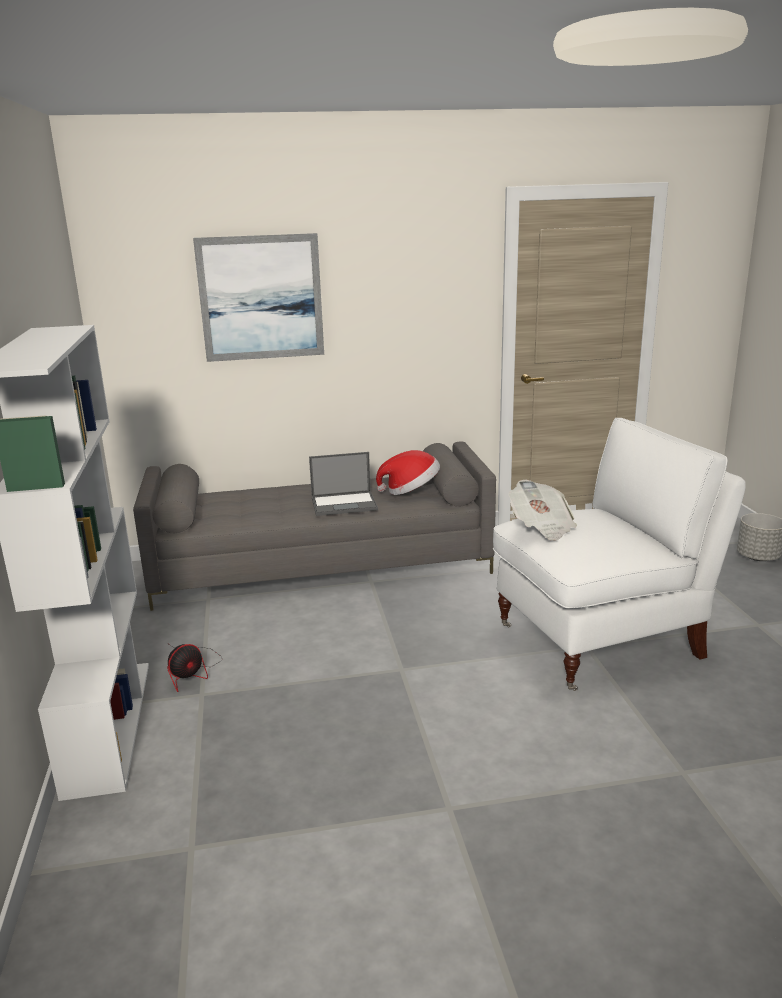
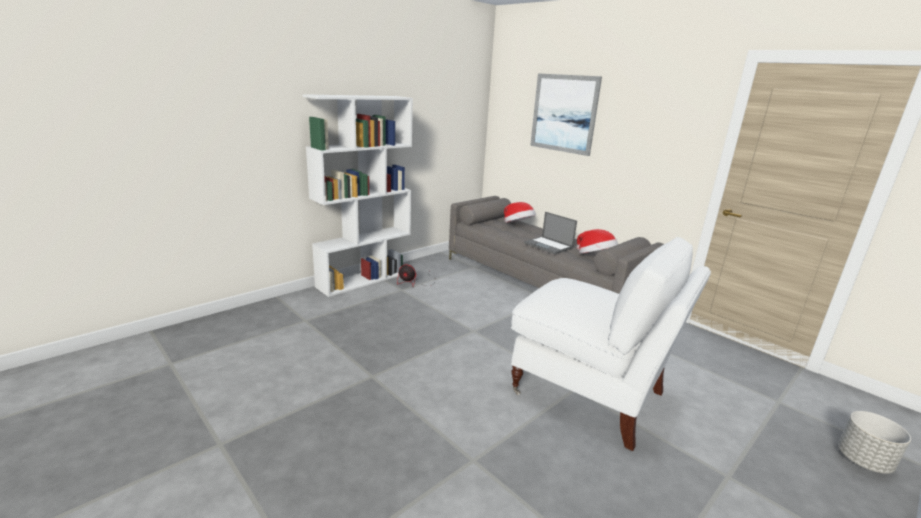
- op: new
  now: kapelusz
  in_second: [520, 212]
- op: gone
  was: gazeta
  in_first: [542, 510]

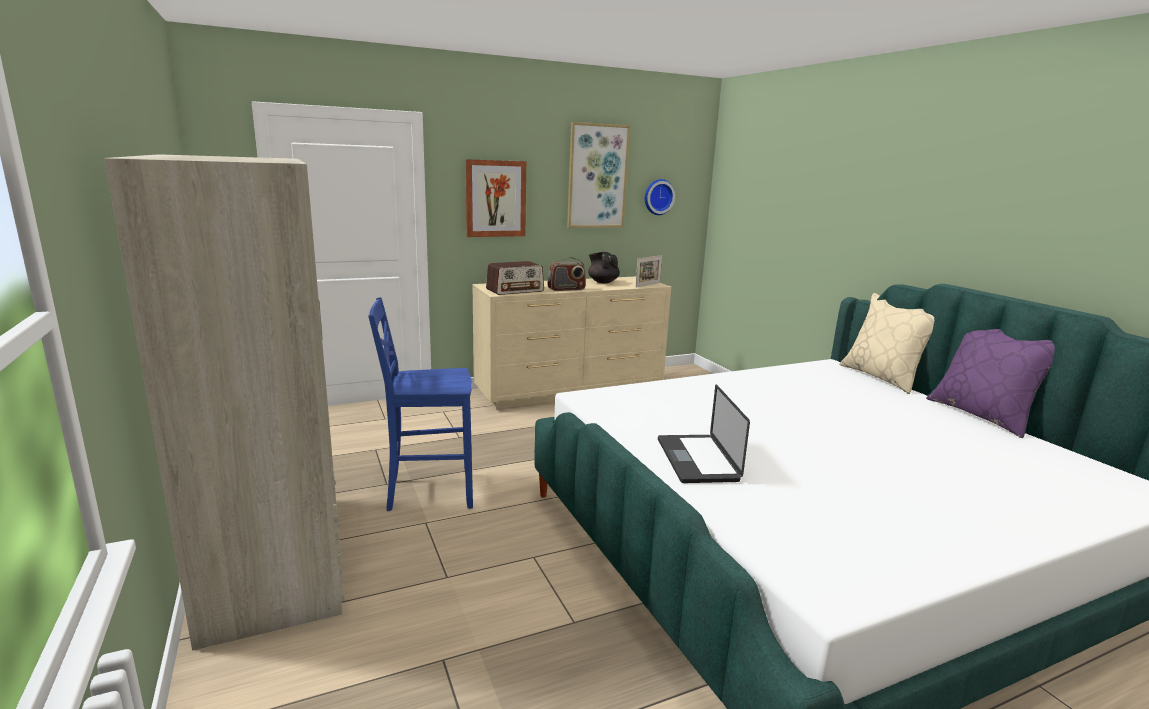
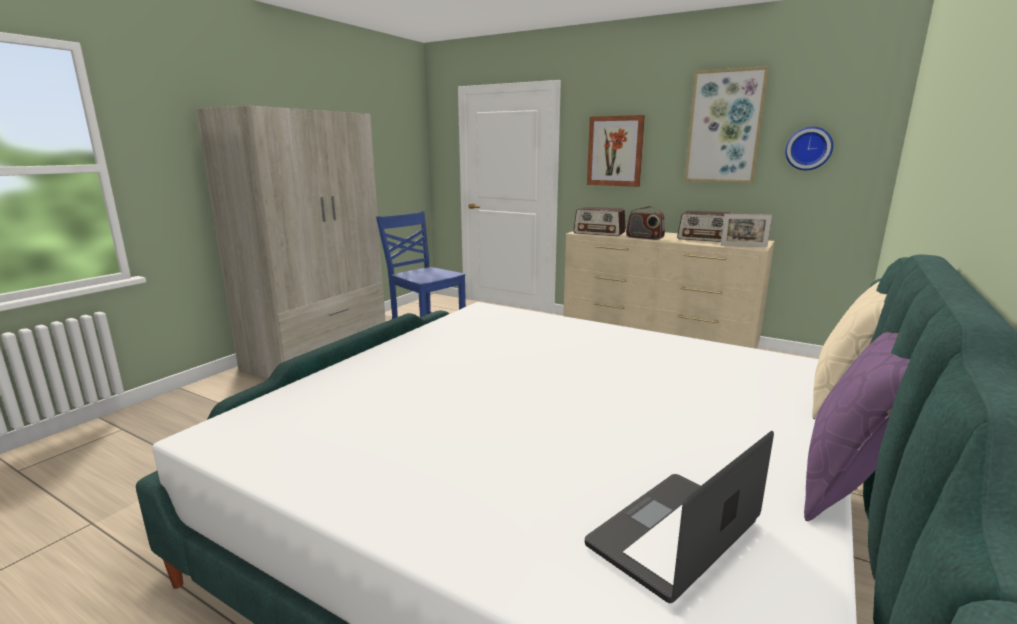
- op: shifted
  was: laptop
  in_first: [704, 433]
  in_second: [679, 517]
- op: swapped
  was: imbryk/czarny
  now: radio
  in_first: [604, 267]
  in_second: [704, 226]

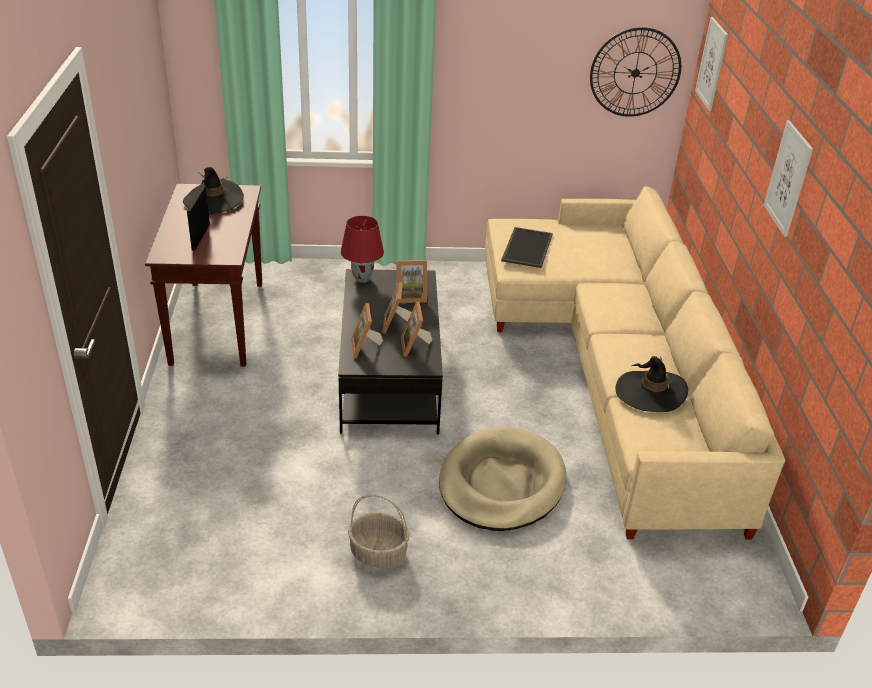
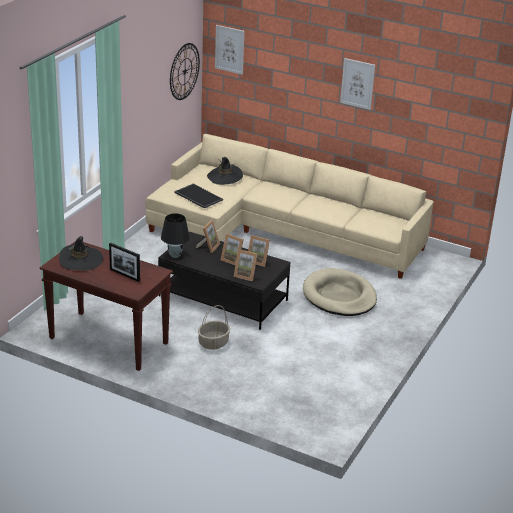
- op: repainted
  was: lampa stołowa/czerwony
  now: lampa stołowa/czarny
  in_first: [362, 249]
  in_second: [175, 235]
- op: shifted
  was: koszyk
  in_first: [379, 531]
  in_second: [214, 327]
- op: shifted
  was: kapelusz/czarny
  in_first: [652, 384]
  in_second: [225, 171]

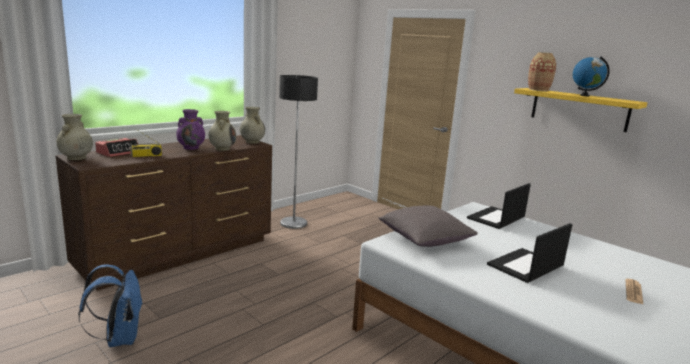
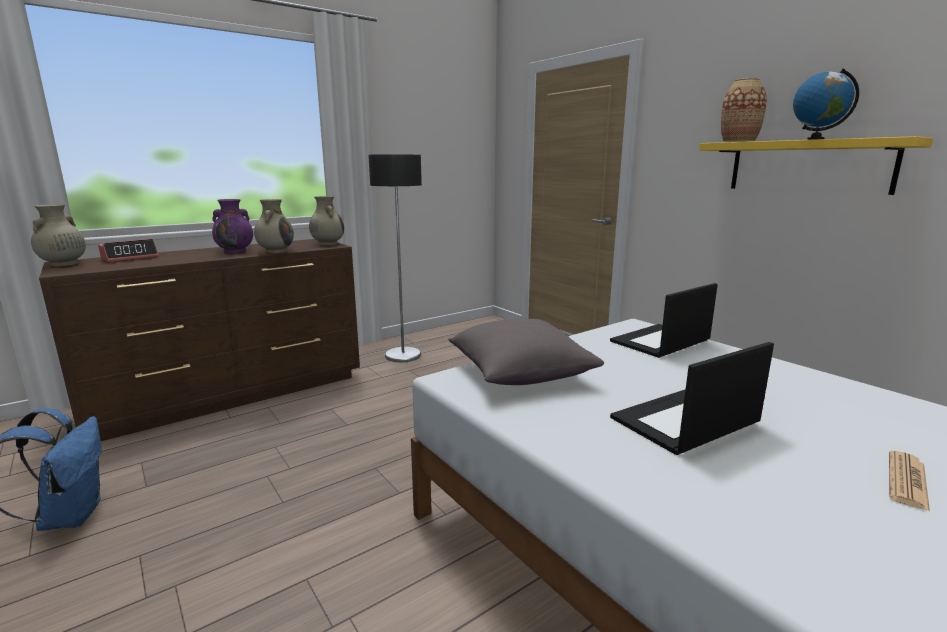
- op: gone
  was: radio
  in_first: [146, 143]

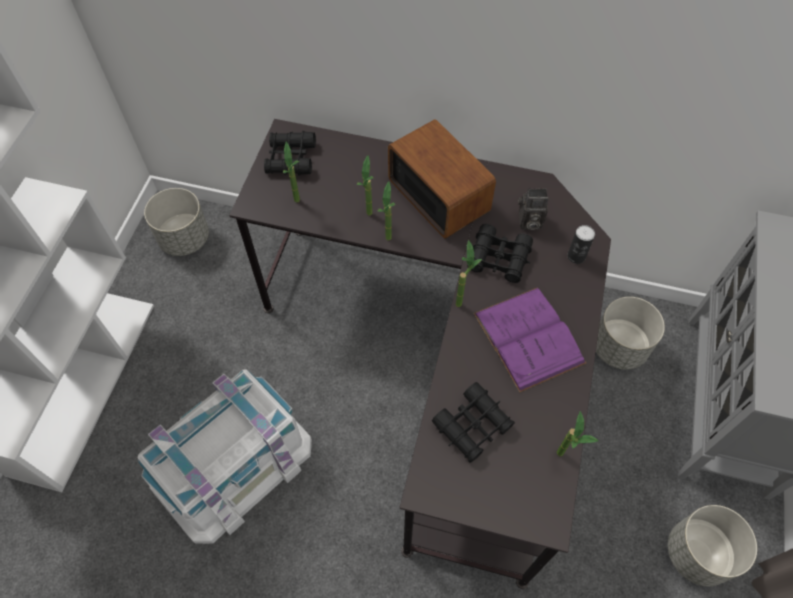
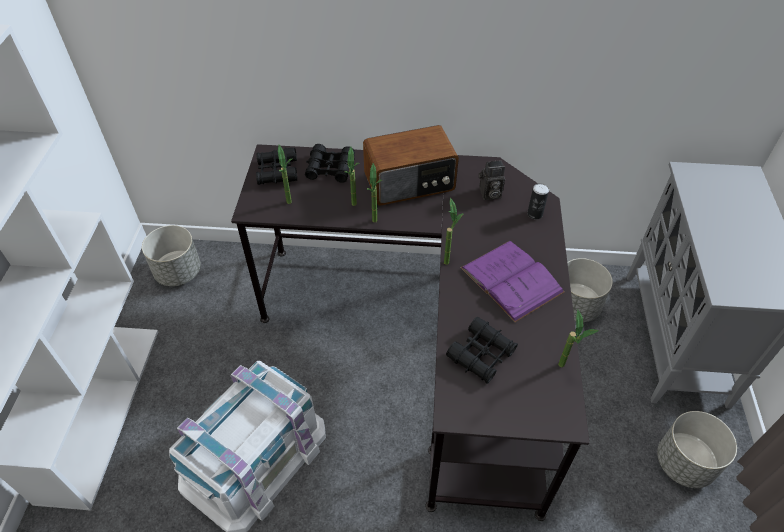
- op: shifted
  was: lornetka/czarny
  in_first: [500, 253]
  in_second: [330, 163]
- op: rotated
  was: radio
  in_first: [442, 179]
  in_second: [411, 165]
  clockwise: 120

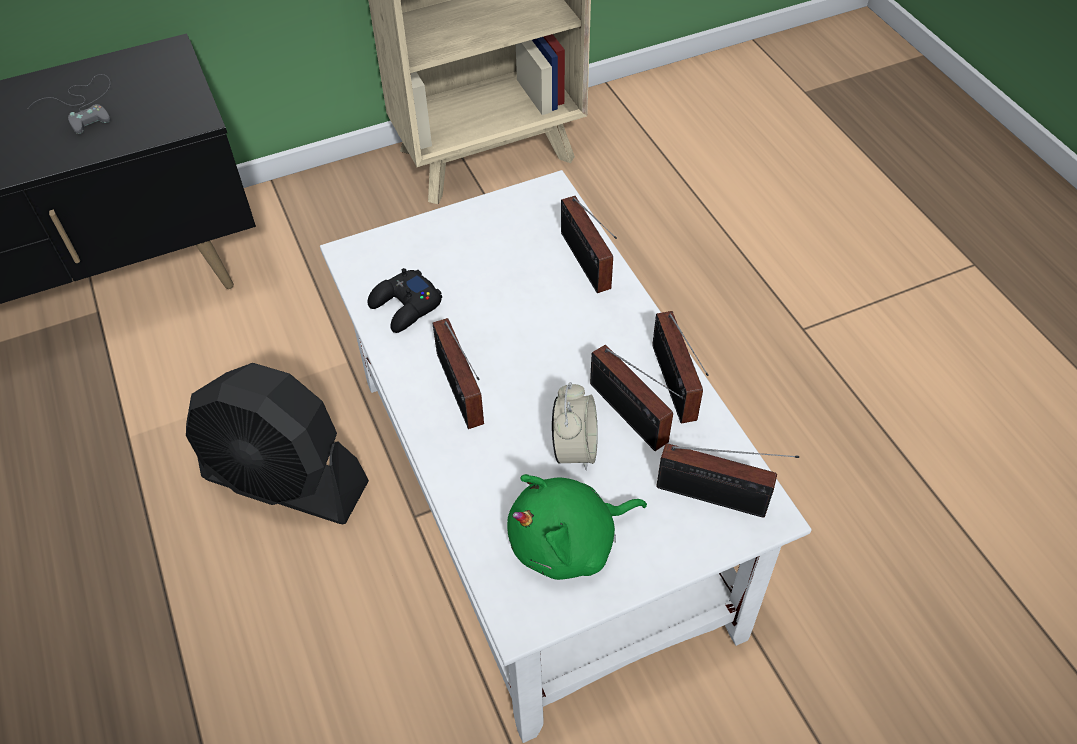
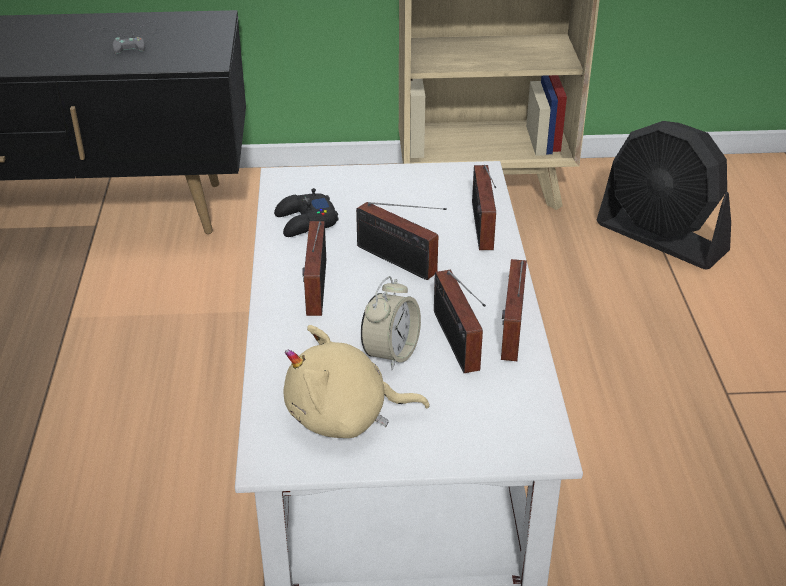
- op: repainted
  was: pluszak/zielony
  now: pluszak/beżowy
  in_first: [577, 527]
  in_second: [356, 381]
- op: shifted
  was: radio
  in_first: [728, 480]
  in_second: [401, 241]
- op: shifted
  was: wentylator/czarny
  in_first: [277, 443]
  in_second: [663, 195]

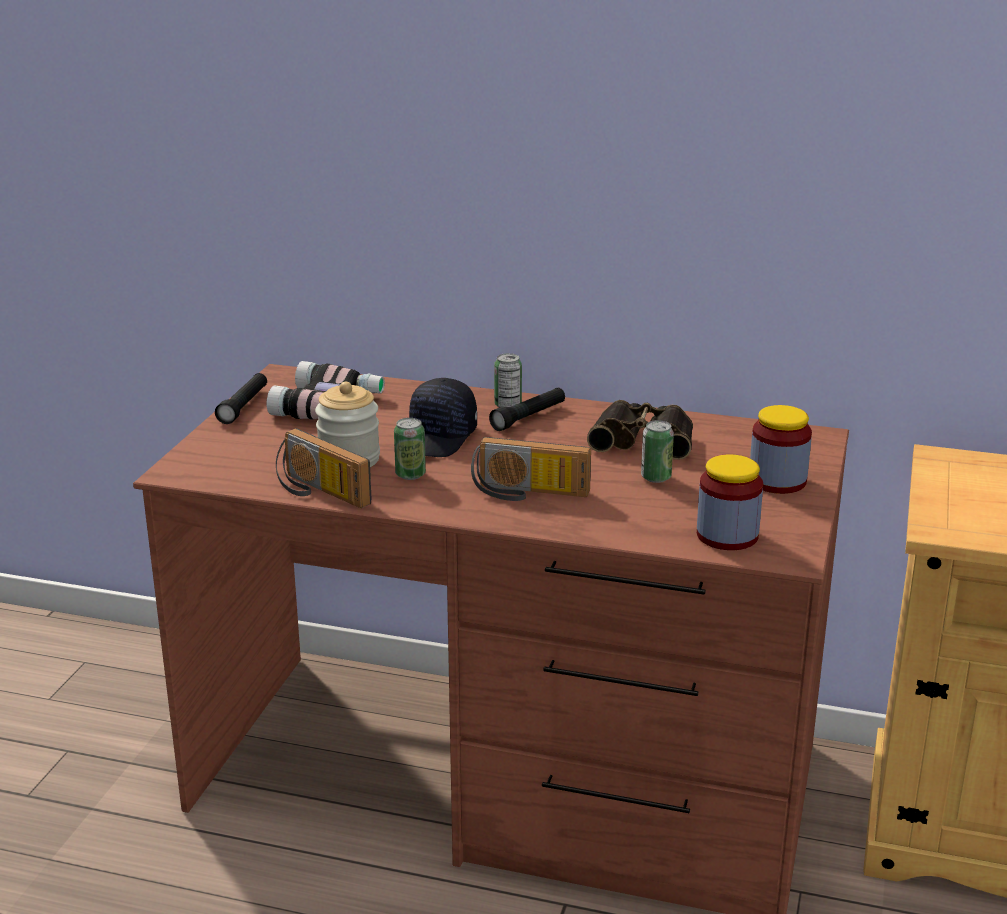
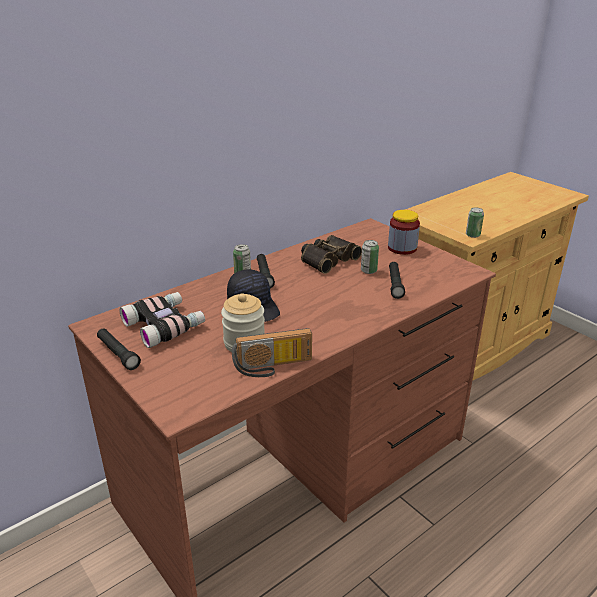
- op: new
  now: latarka/czarny
  in_second: [397, 280]
- op: shifted
  was: puszka
  in_first: [410, 449]
  in_second: [475, 222]
- op: gone
  was: radio
  in_first: [531, 469]
- op: gone
  was: słoik
  in_first: [730, 502]

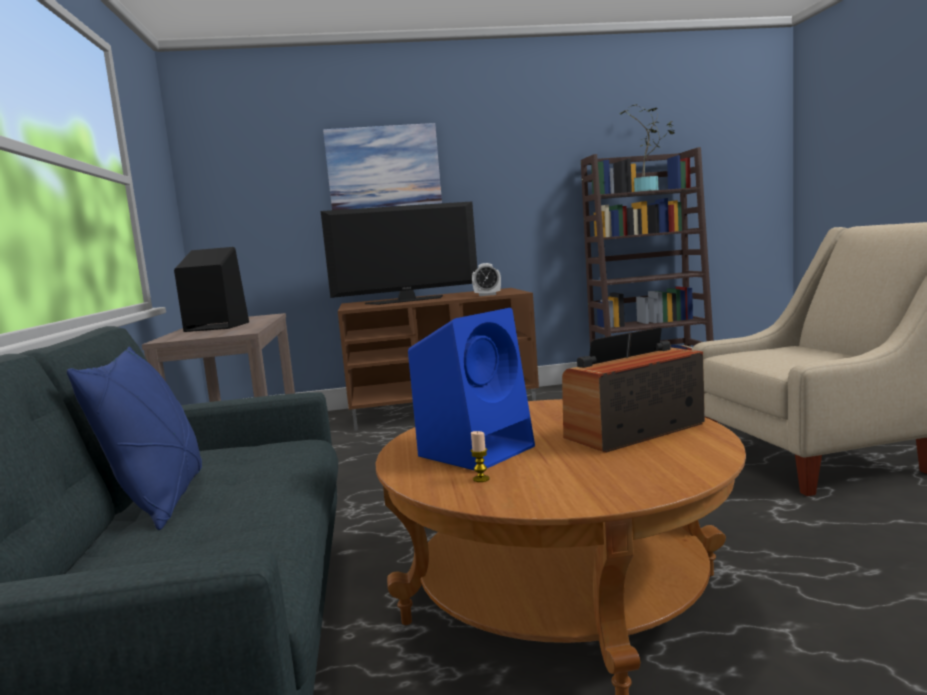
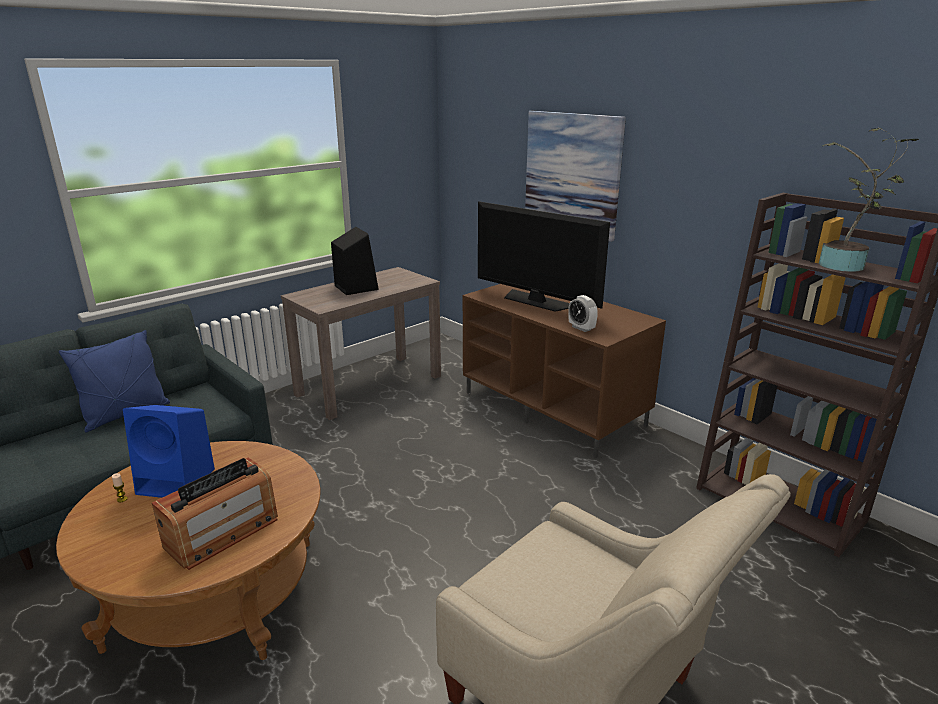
- op: rotated
  was: radio
  in_first: [633, 390]
  in_second: [215, 514]
  clockwise: 105

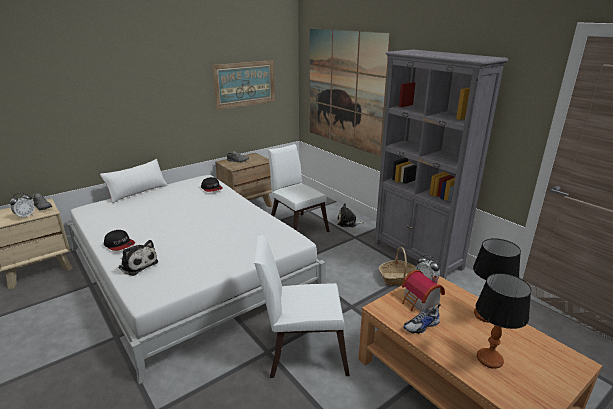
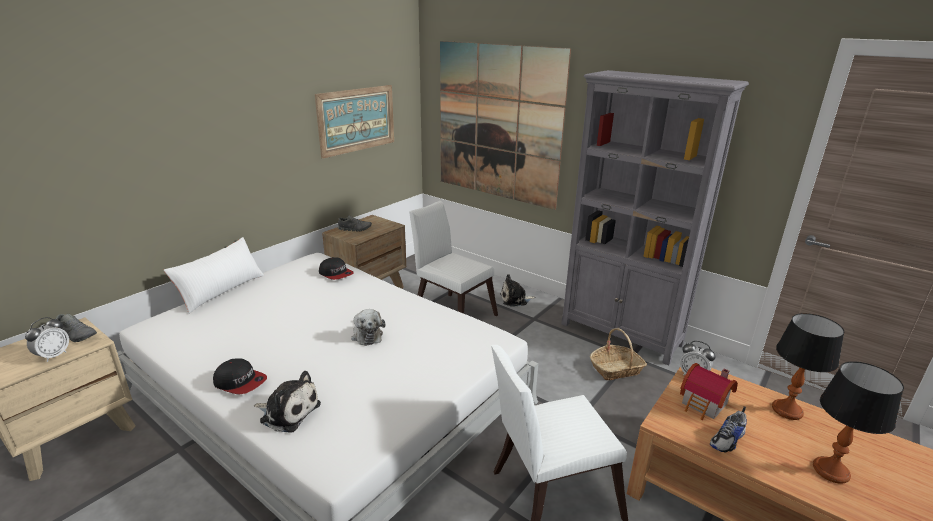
- op: new
  now: pluszak
  in_second: [368, 327]

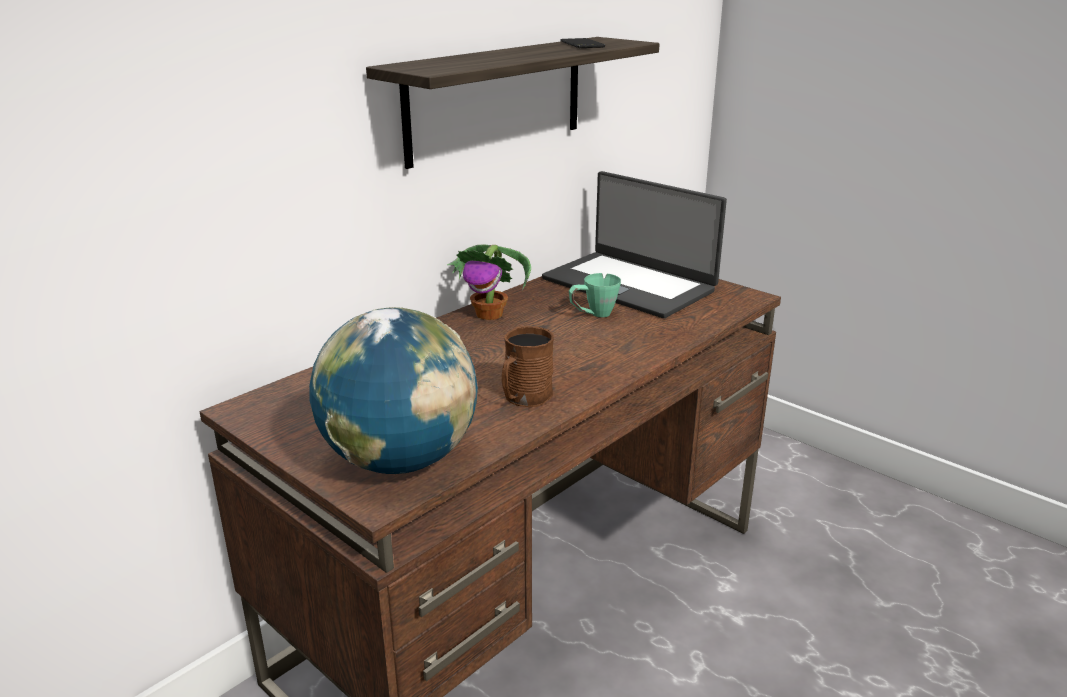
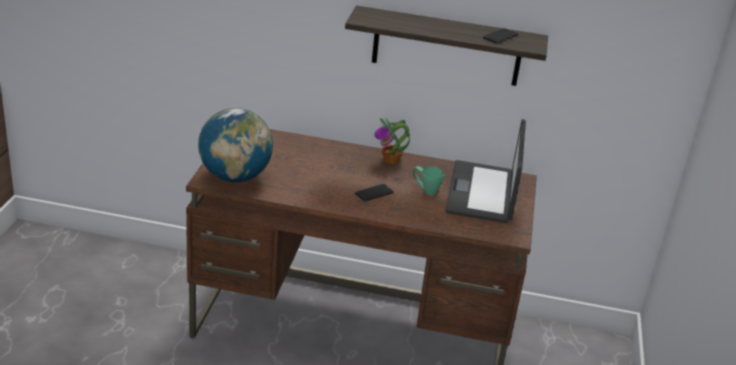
- op: new
  now: telefon
  in_second: [374, 193]
- op: gone
  was: kubek/brązowy
  in_first: [528, 366]

